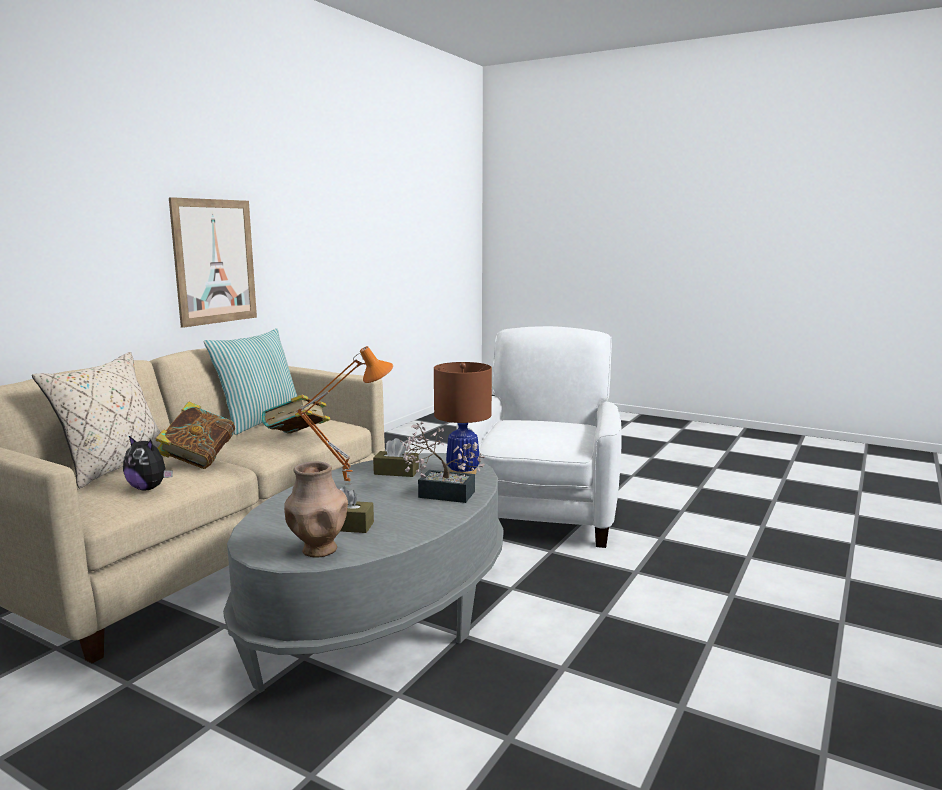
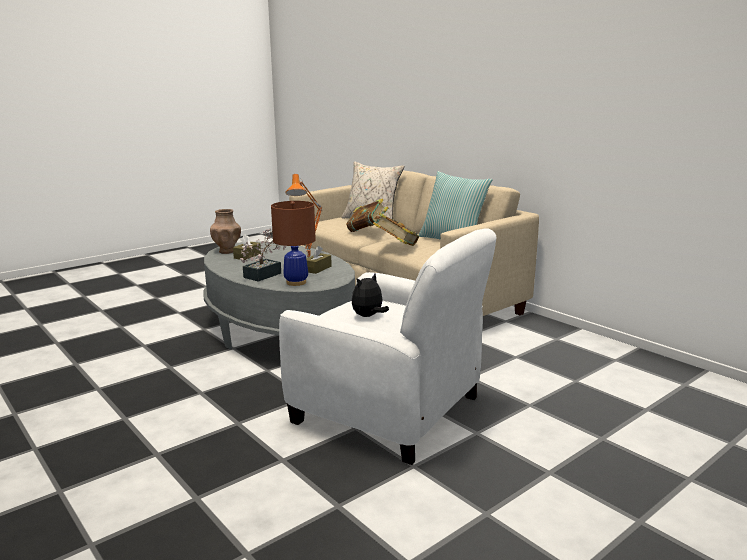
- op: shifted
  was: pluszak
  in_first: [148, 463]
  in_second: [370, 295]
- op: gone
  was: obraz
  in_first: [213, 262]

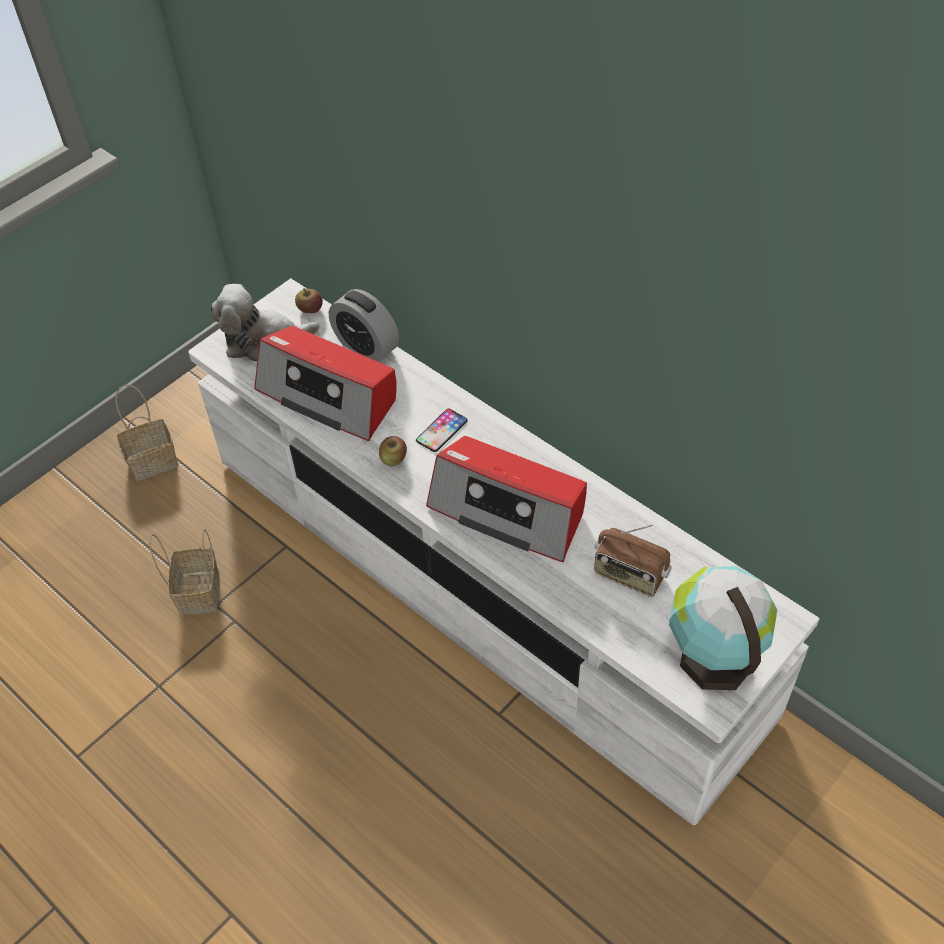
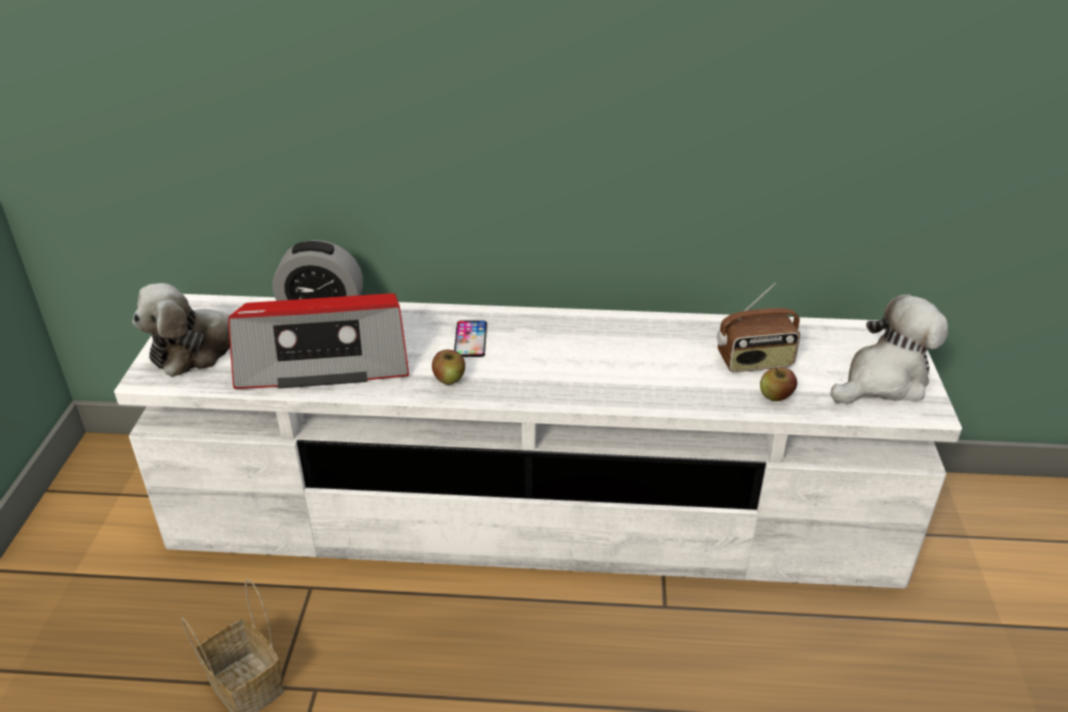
- op: shifted
  was: jabłko
  in_first: [309, 300]
  in_second: [778, 384]
- op: swapped
  was: globus
  now: pluszak
  in_first: [723, 628]
  in_second: [889, 349]
- op: gone
  was: koszyk
  in_first: [146, 433]
- op: gone
  was: radio
  in_first: [506, 499]

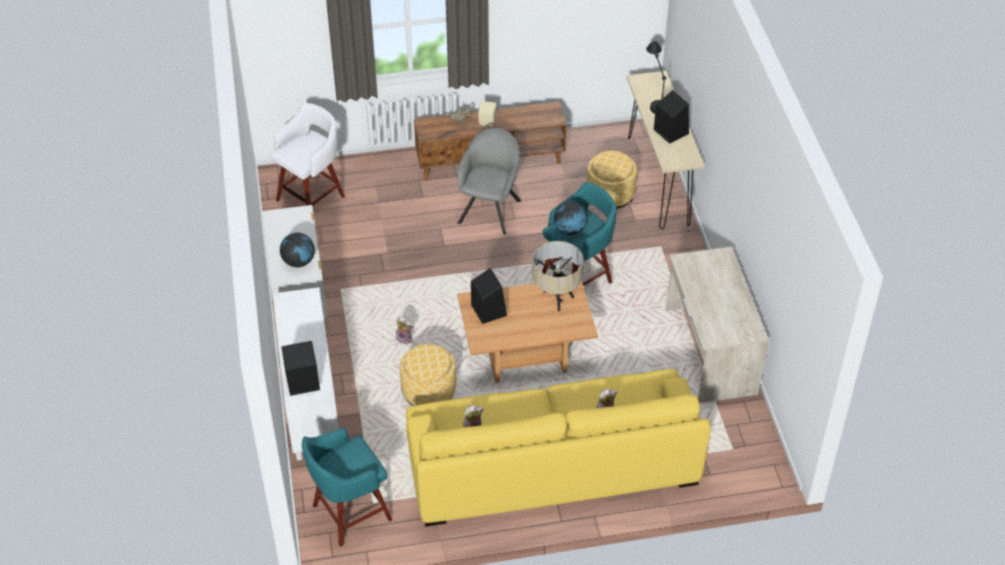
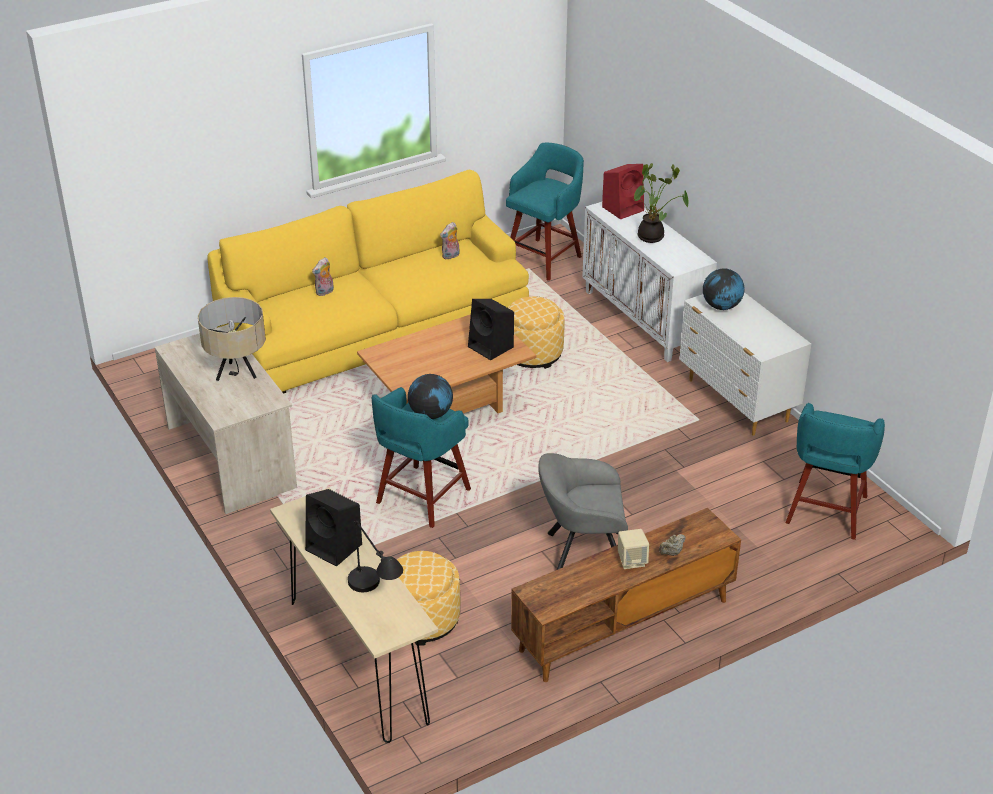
- op: shifted
  was: lampa stołowa/beżowy
  in_first: [558, 276]
  in_second: [232, 339]
- op: rotated
  was: fotel/szary
  in_first: [489, 181]
  in_second: [583, 511]
  clockwise: 90
- op: repainted
  was: głośnik/czarny
  now: głośnik/czerwony
  in_first: [301, 368]
  in_second: [623, 191]
- op: new
  now: roślina doniczkowa
  in_second: [661, 203]
- op: repainted
  was: stołek/biały
  now: stołek/turkusowy
  in_first: [307, 154]
  in_second: [835, 471]
- op: gone
  was: pluszak
  in_first: [405, 330]

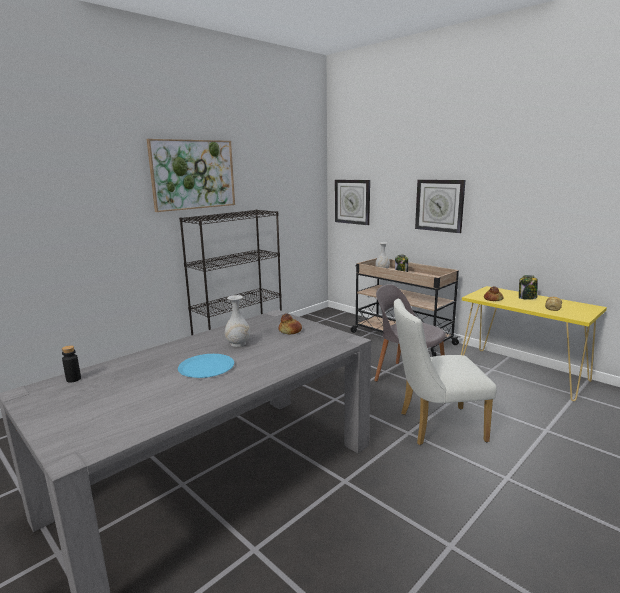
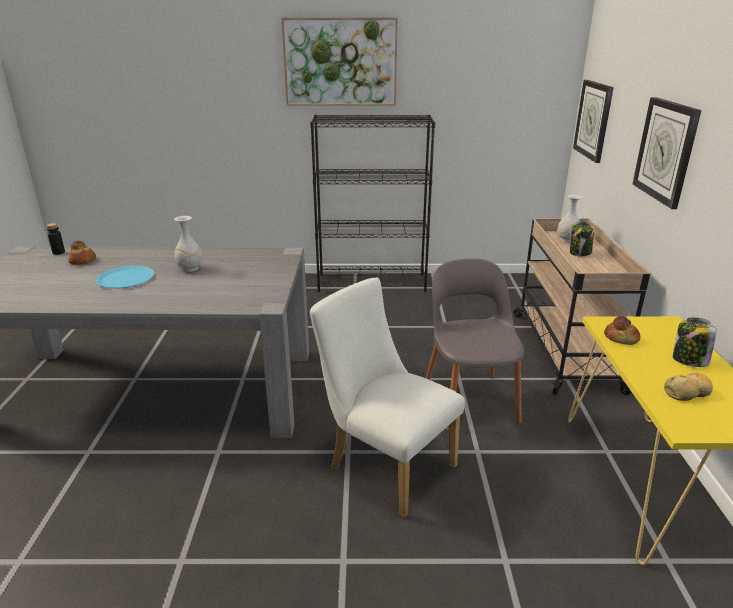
- op: shifted
  was: chleb
  in_first: [290, 324]
  in_second: [82, 253]

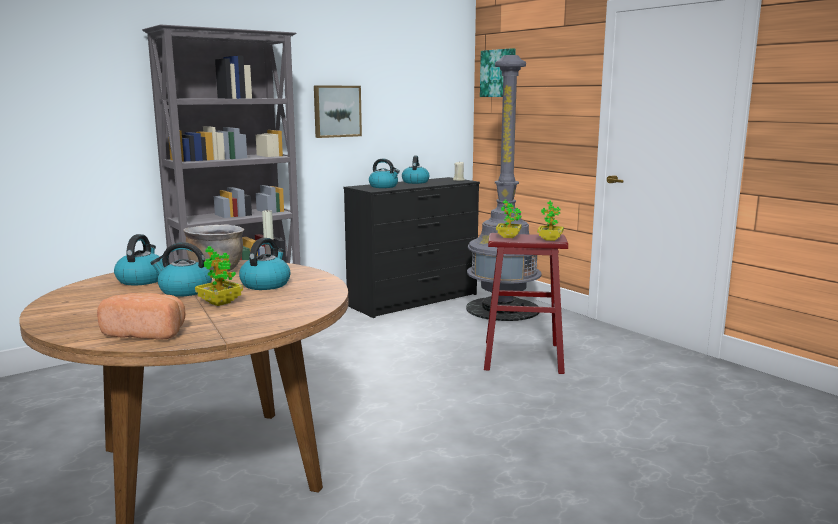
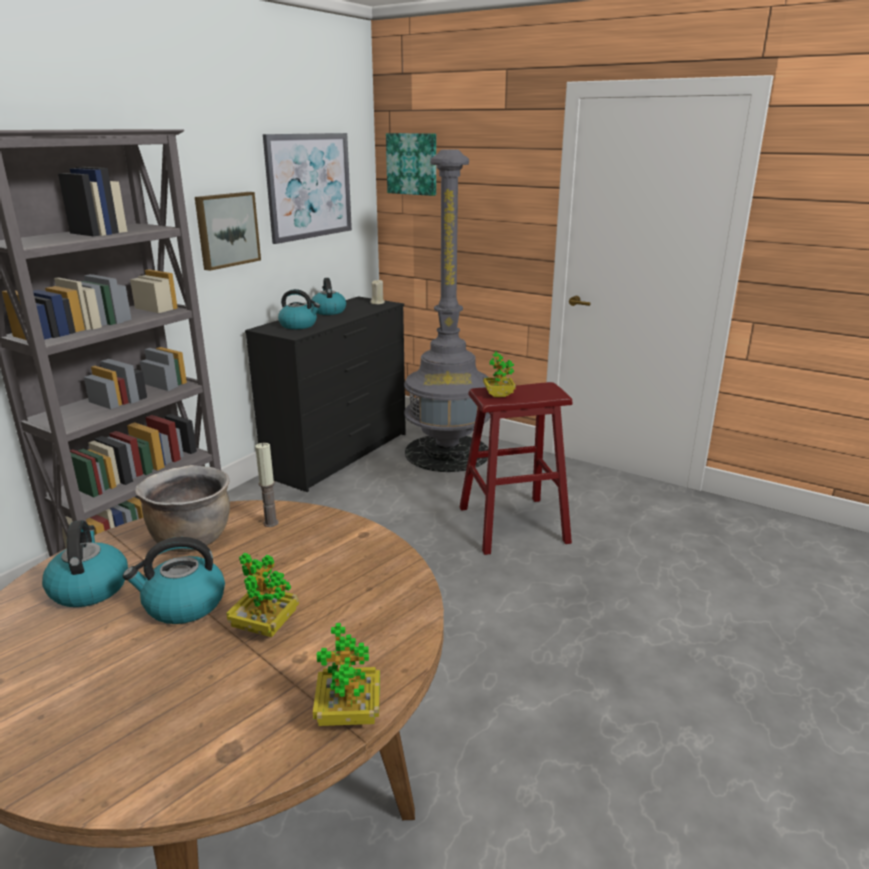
- op: new
  now: obraz
  in_second: [307, 188]
- op: shifted
  was: roślina doniczkowa
  in_first: [551, 220]
  in_second: [346, 674]
- op: gone
  was: chleb
  in_first: [141, 316]
- op: gone
  was: czajnik
  in_first: [265, 264]

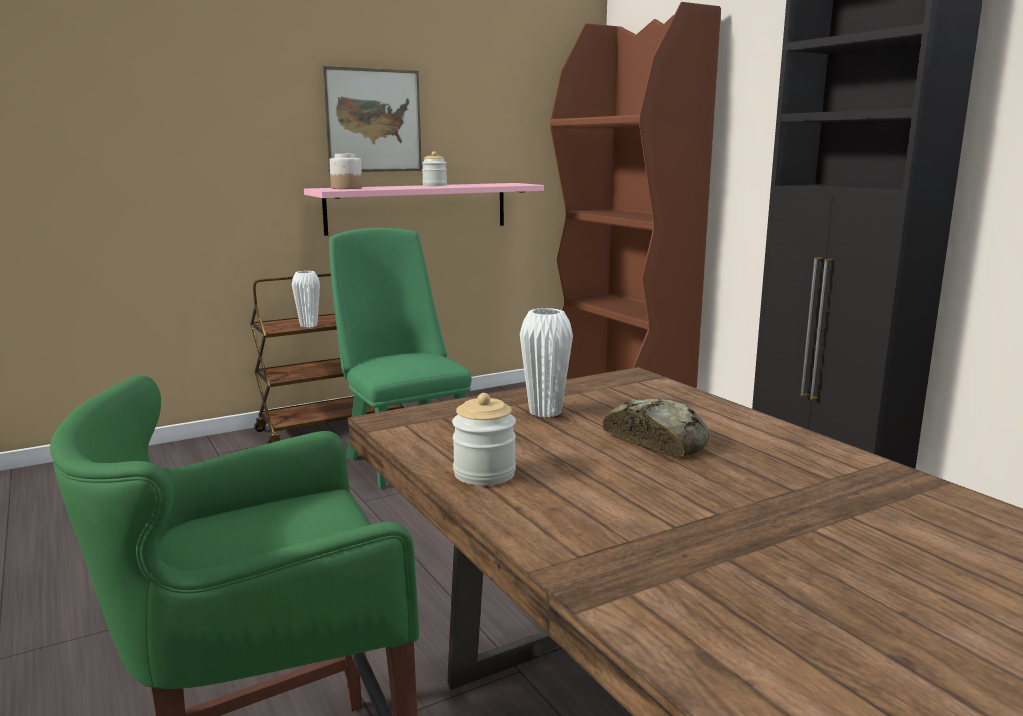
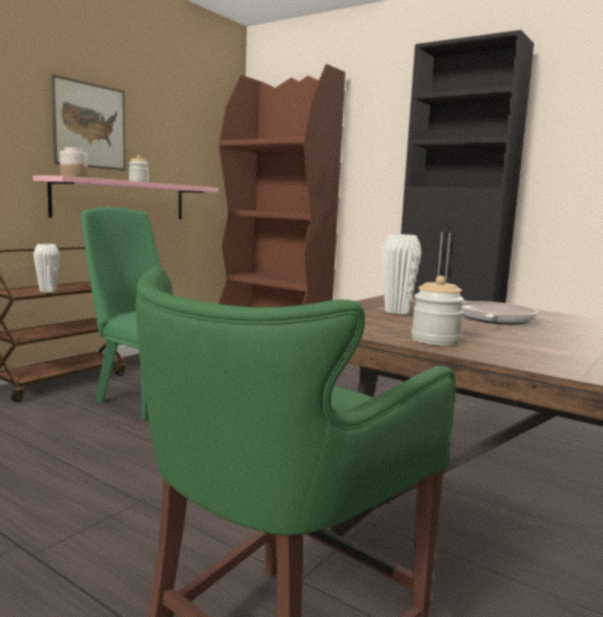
- op: swapped
  was: chleb
  now: patelnia
  in_first: [656, 427]
  in_second: [500, 313]

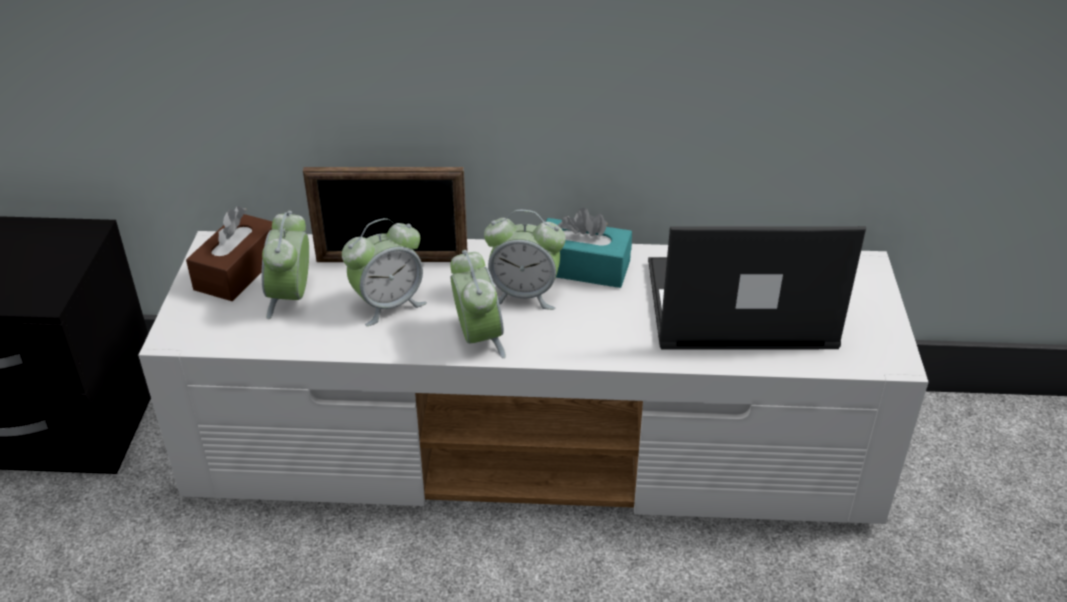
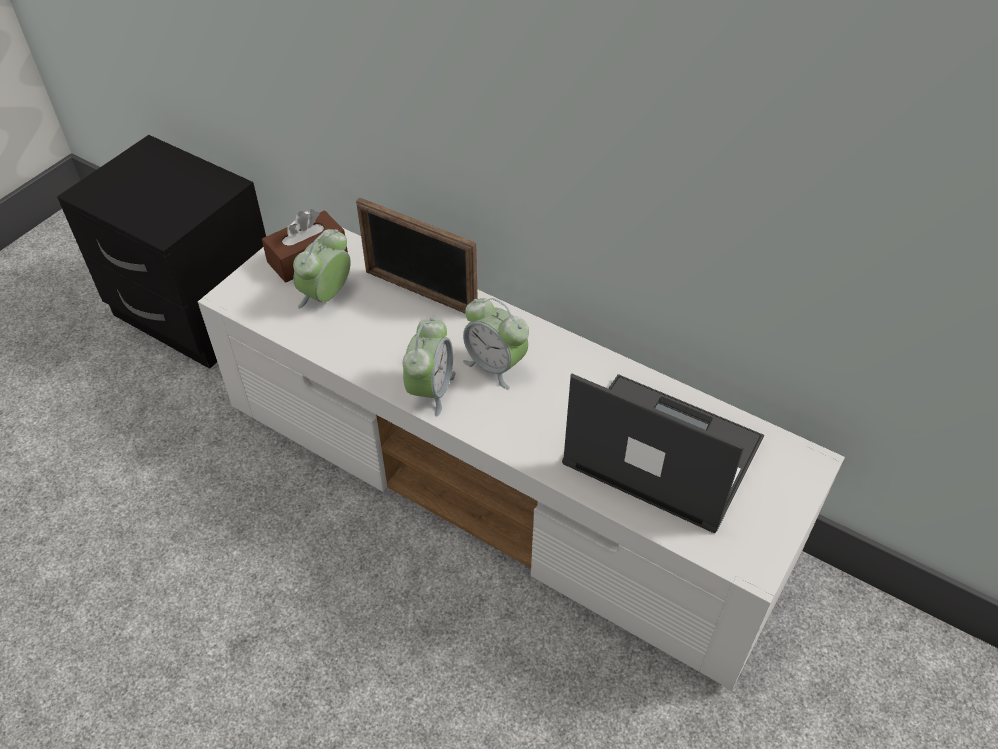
- op: gone
  was: budzik
  in_first: [384, 272]
- op: gone
  was: pudełko chusteczek/turkusowy
  in_first: [589, 248]

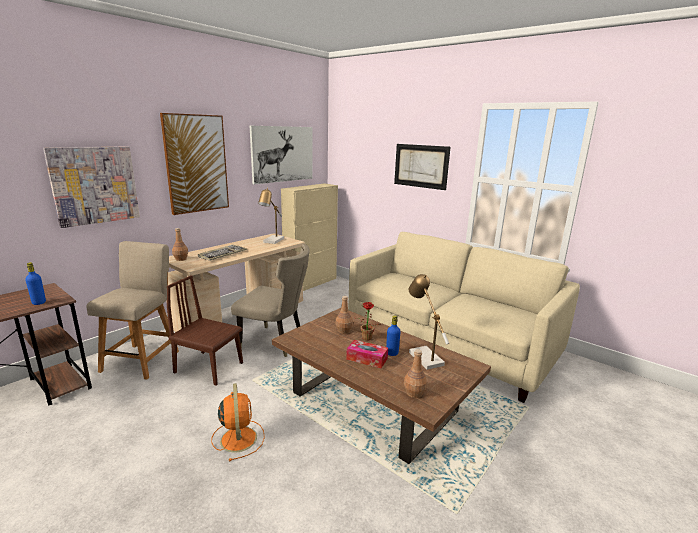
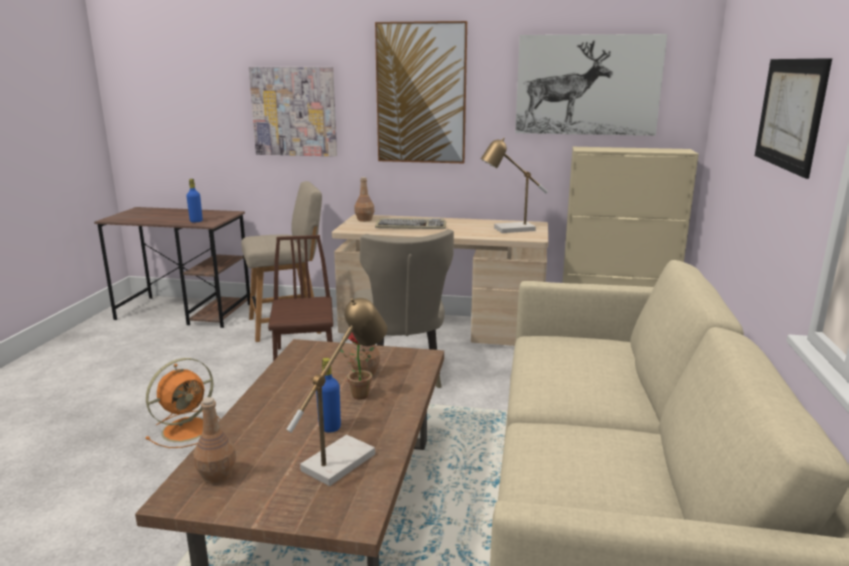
- op: gone
  was: pudełko chusteczek
  in_first: [367, 354]

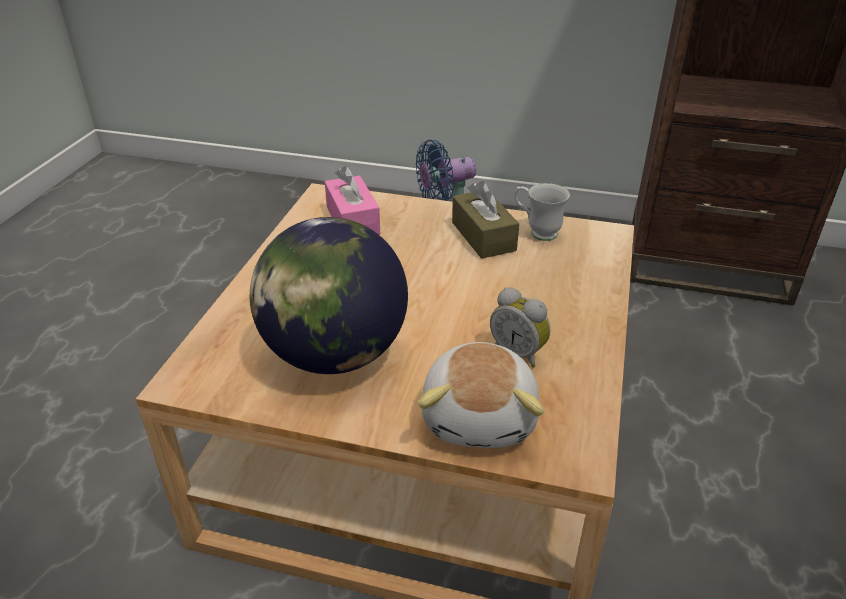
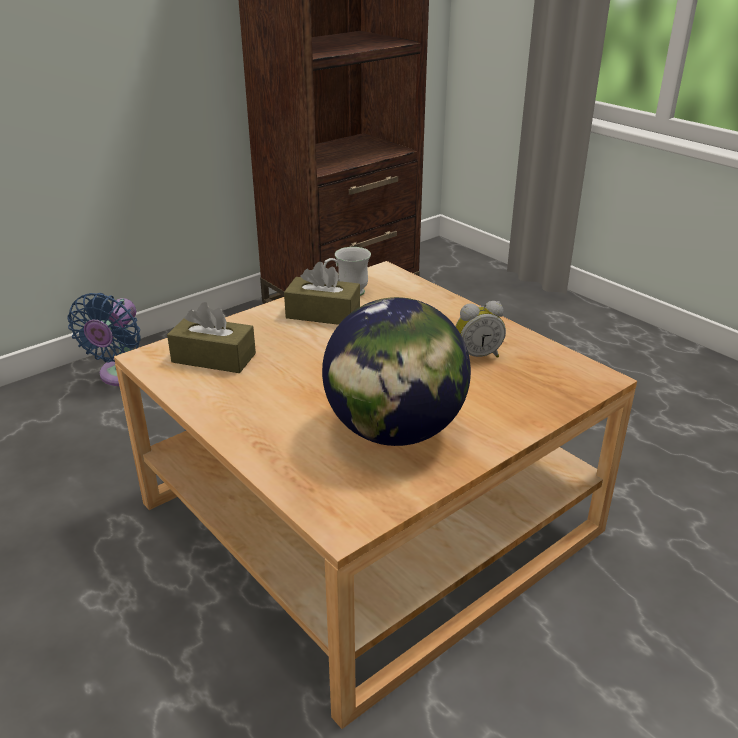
- op: repainted
  was: pudełko chusteczek/różowy
  now: pudełko chusteczek/brązowy
  in_first: [352, 200]
  in_second: [211, 337]
- op: gone
  was: pluszak
  in_first: [481, 395]

